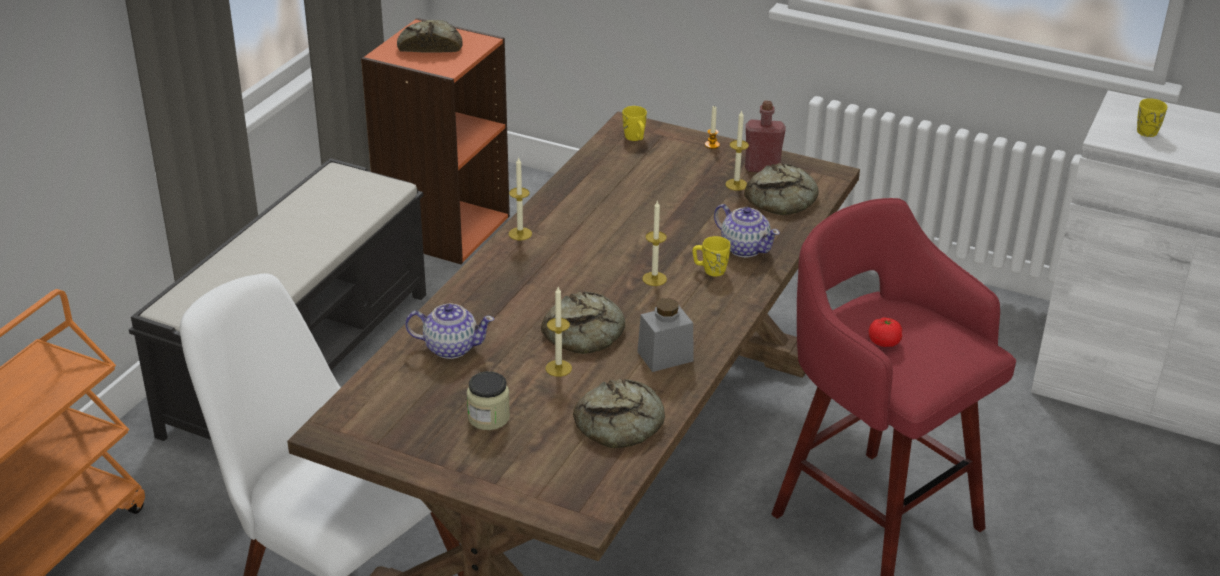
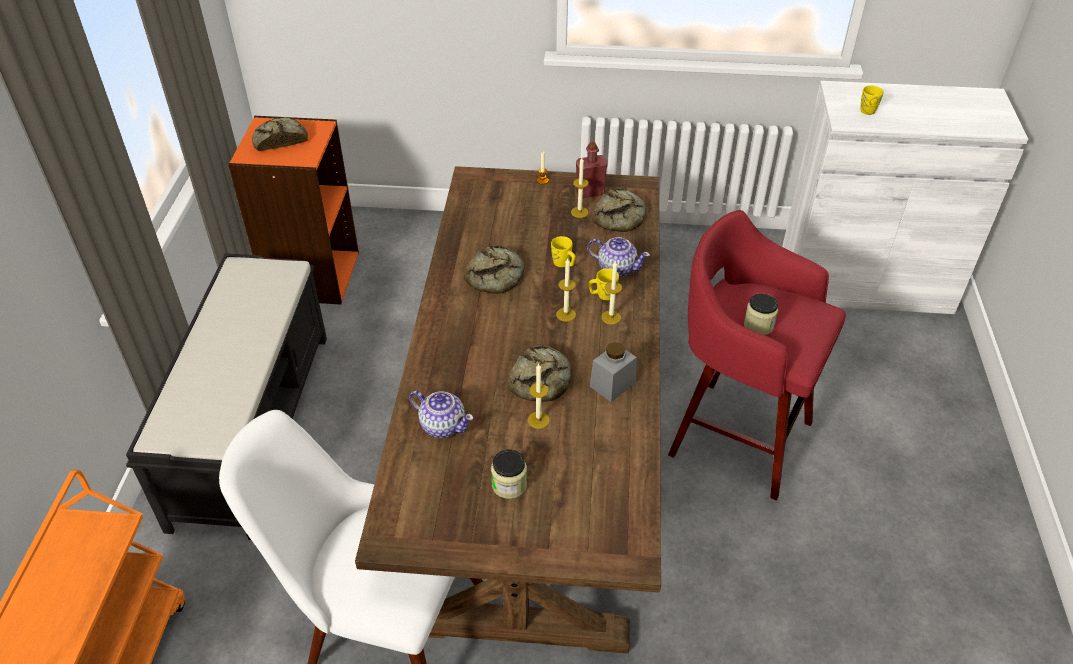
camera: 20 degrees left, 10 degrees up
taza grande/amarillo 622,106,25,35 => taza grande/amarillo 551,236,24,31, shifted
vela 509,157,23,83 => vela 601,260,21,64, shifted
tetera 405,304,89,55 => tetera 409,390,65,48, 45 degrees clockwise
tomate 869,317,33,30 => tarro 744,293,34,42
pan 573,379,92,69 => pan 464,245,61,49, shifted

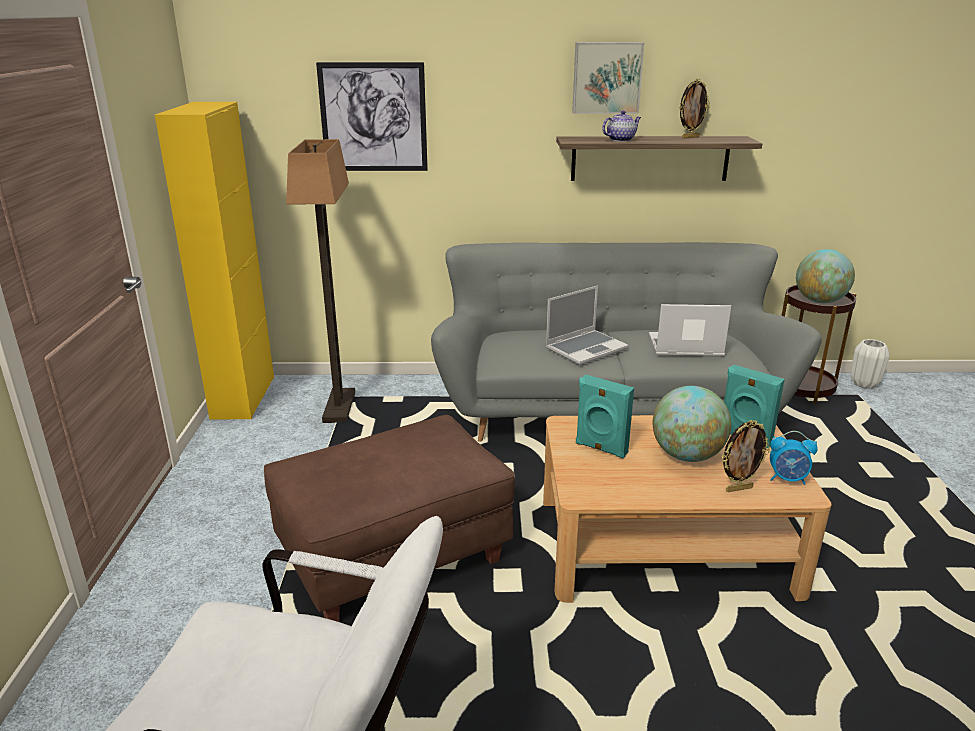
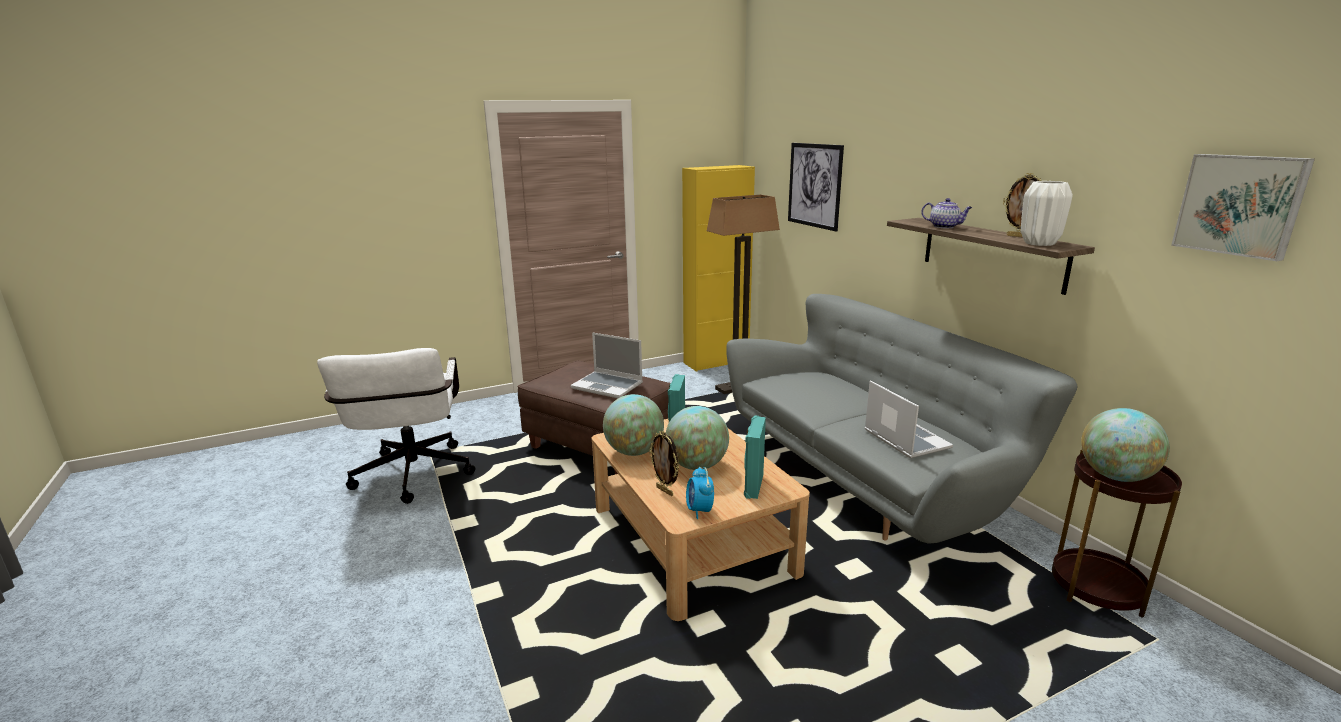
camera: 65 degrees right, 5 degrees down
cuadro 572,42,72,72 => cuadro 1171,154,144,107, shifted
portátil 546,285,83,80 => portátil 571,332,72,66, shifted
florero/blanco 851,339,38,50 => florero/blanco 1021,181,52,65, shifted
nothing => globo terráqueo 603,394,61,62

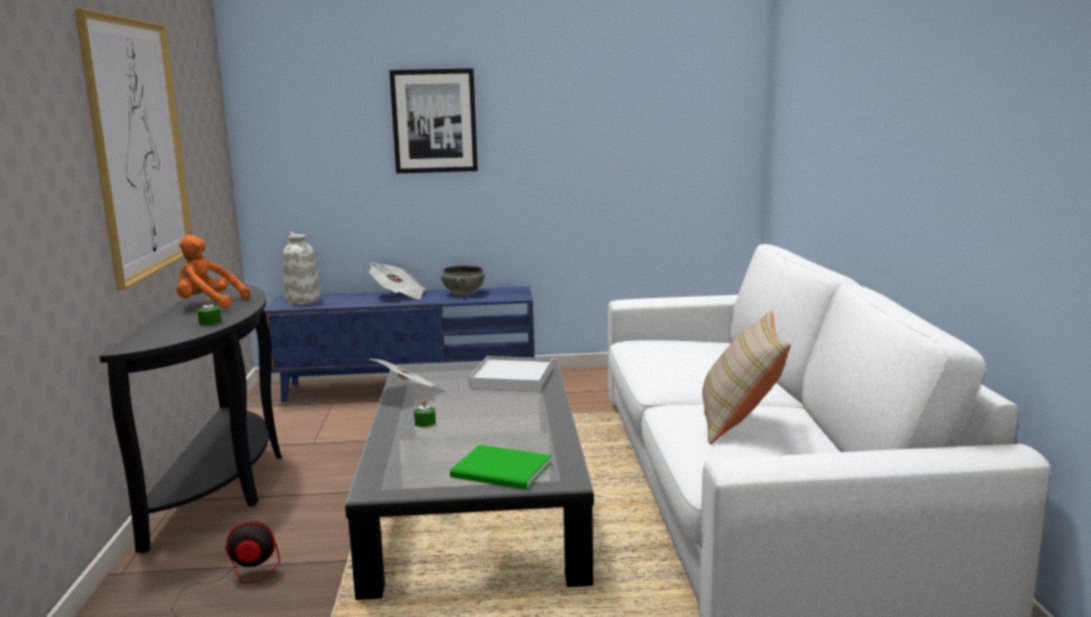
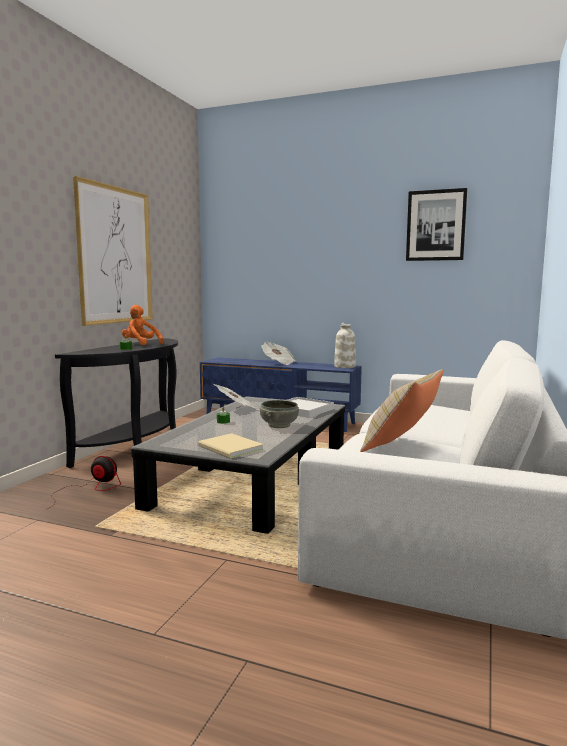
camera: 25 degrees right, 5 degrees down
cuadro 389,68,89,105 => cuadro 406,188,61,73, shifted
florero/blanco 283,232,37,73 => florero/blanco 334,323,22,45, shifted
cuenco/gris 441,266,44,30 => cuenco/gris 260,400,39,28, shifted
libro/verde 450,445,101,44 => libro/beis 198,433,66,25

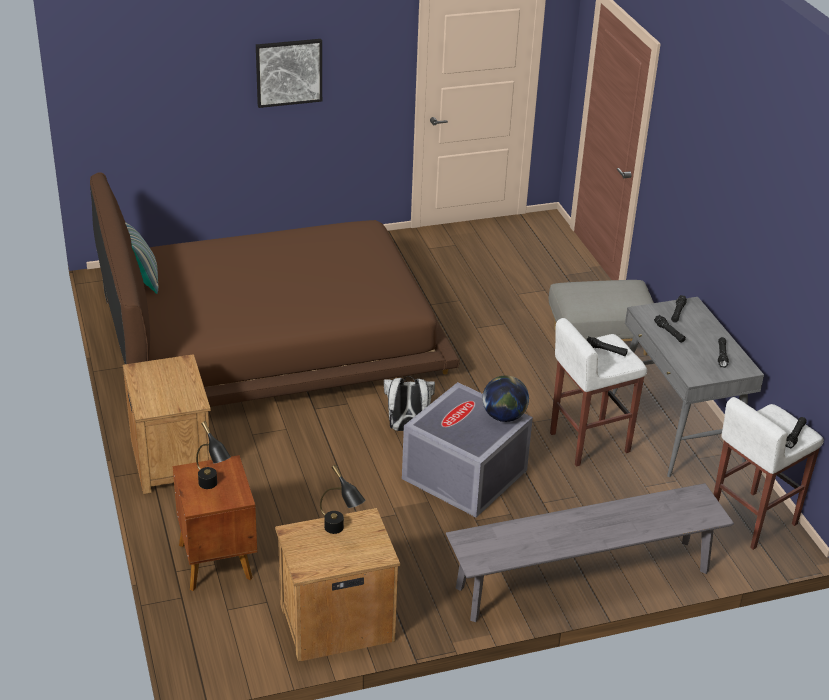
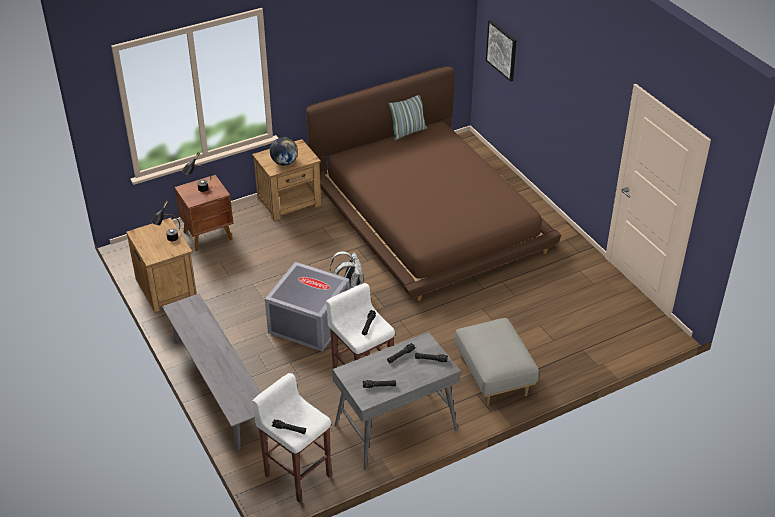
camera: 80 degrees right, 5 degrees up
cuadro 256,39,66,69 => cuadro 486,20,31,62, shifted
globo terráqueo 482,375,47,47 => globo terráqueo 270,137,28,28, shifted

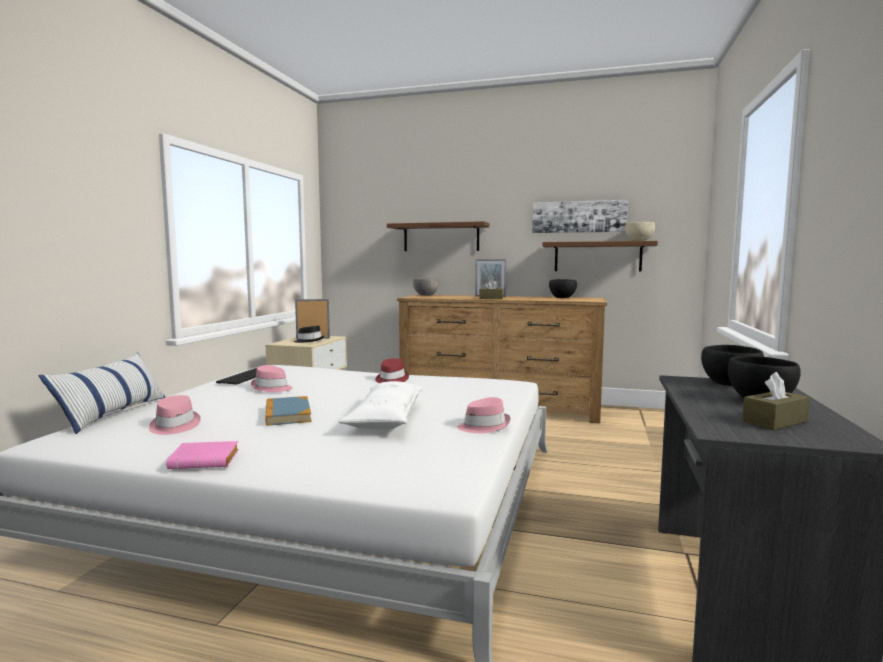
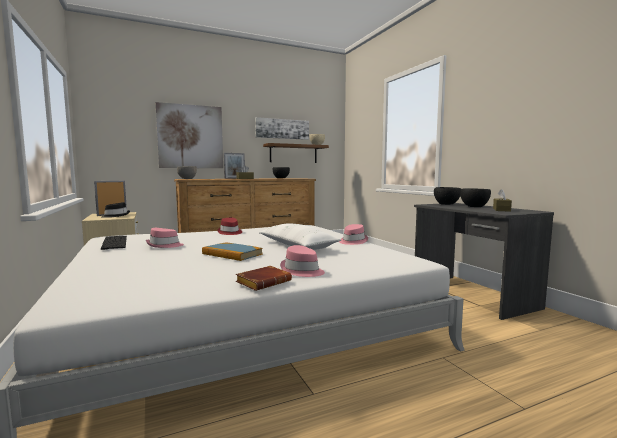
camera: 40 degrees left, 0 degrees up
estante/marrón 387,221,102,30 => cuadro 156,102,67,66
cojín 39,353,126,81 => nothing
sombrero/rosa 149,395,52,40 => sombrero/rosa 280,245,45,32, shifted
libro/rosa 166,441,73,28 => libro/marrón 236,266,56,25

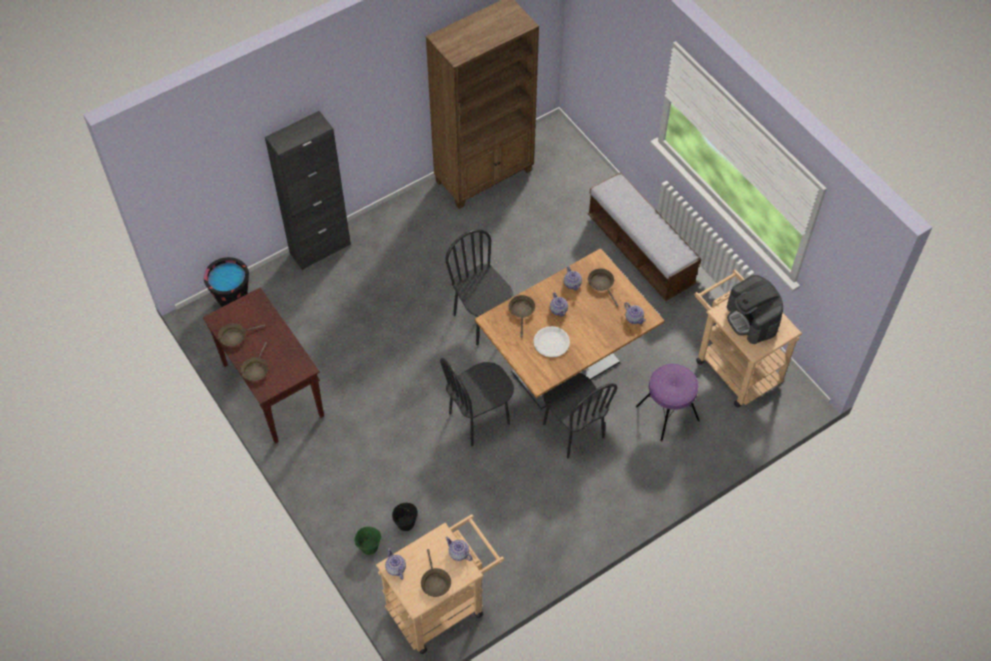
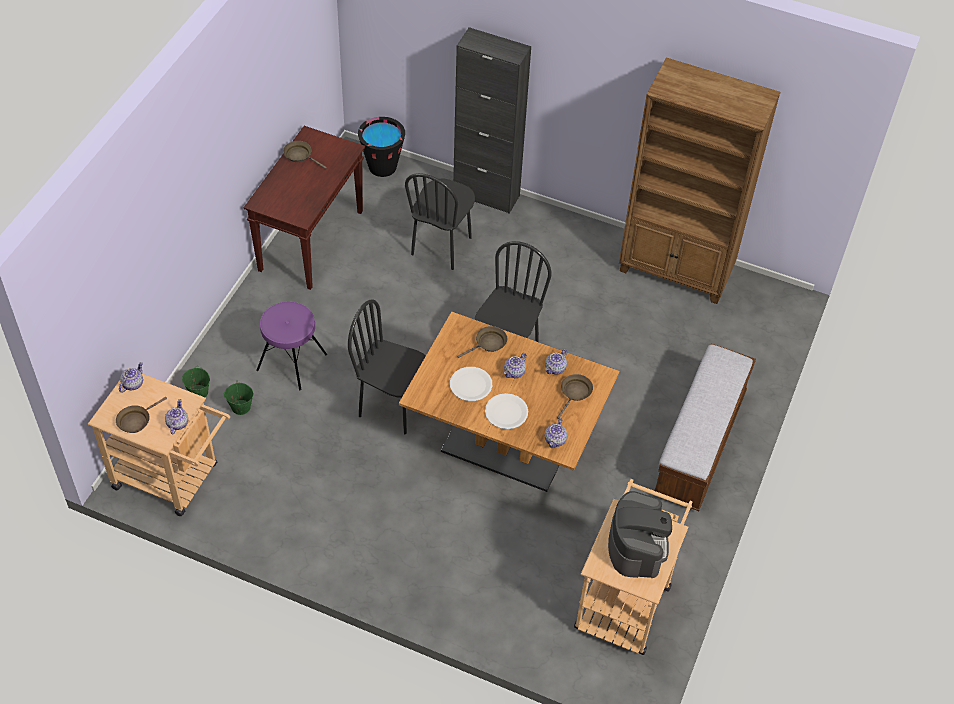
camera: 55 degrees right, 5 degrees down
cafetera 727,275,56,69 => cafetera 608,491,64,87, 150 degrees clockwise
sartén/marrón 241,342,27,39 => nothing
taburete/morado 636,364,64,77 => taburete/morado 256,301,71,89, shifted
silla/negro 543,373,74,86 => silla/negro 405,173,70,97, shifted
cubo/negro 392,503,26,28 => cubo/verde 224,381,30,34
nothing => plato/blanco 485,393,43,36

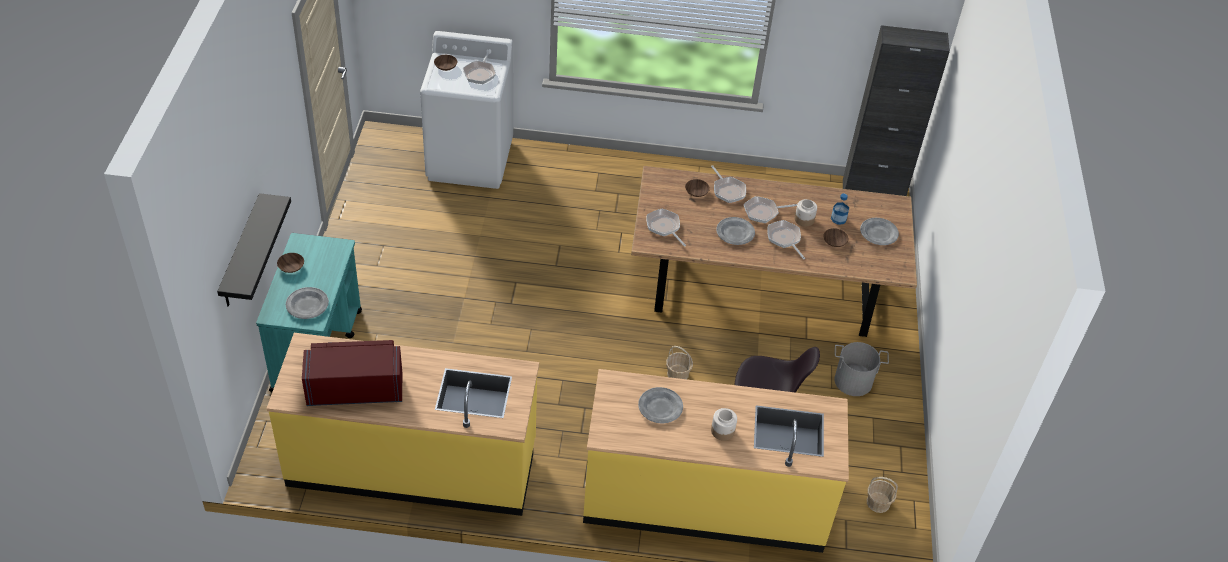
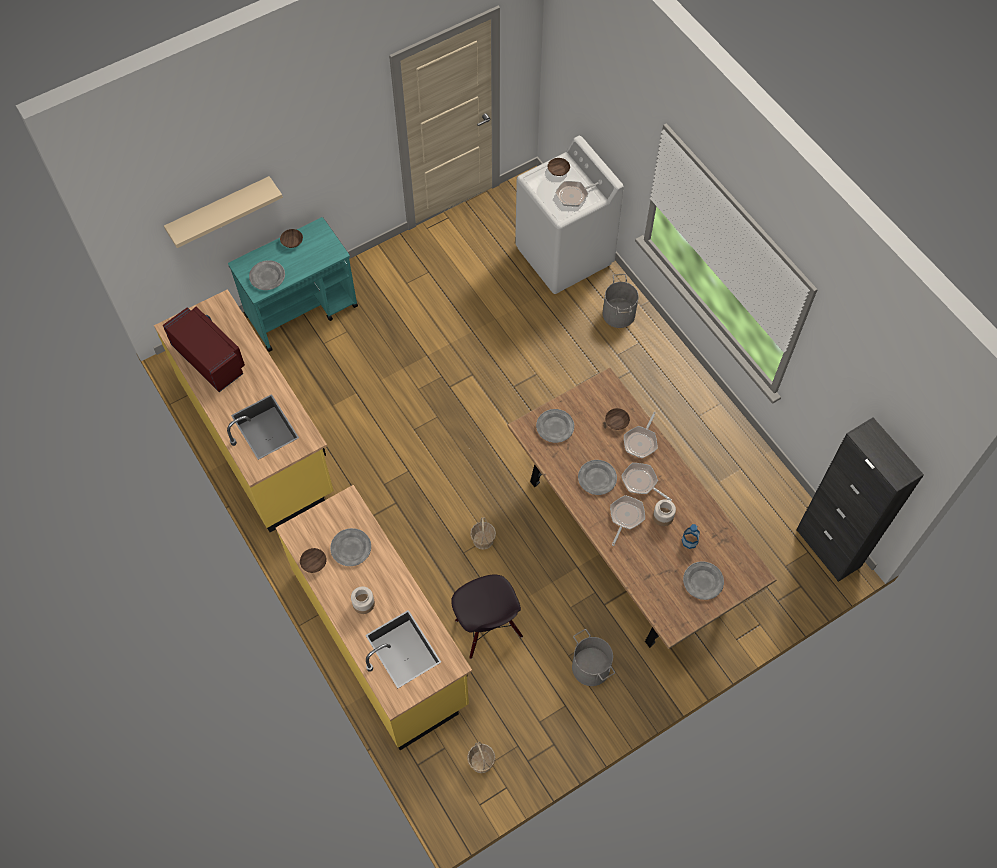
camera: 55 degrees right, 15 degrees up
estante/negro 217,193,74,114 => estante/beis 164,176,119,72
sartén 646,209,40,37 => plato/gris 536,409,38,34
cuenco/marrón 823,228,25,19 => cuenco/marrón 300,548,26,25, shifted
nothing => cubo/gris 603,274,36,54

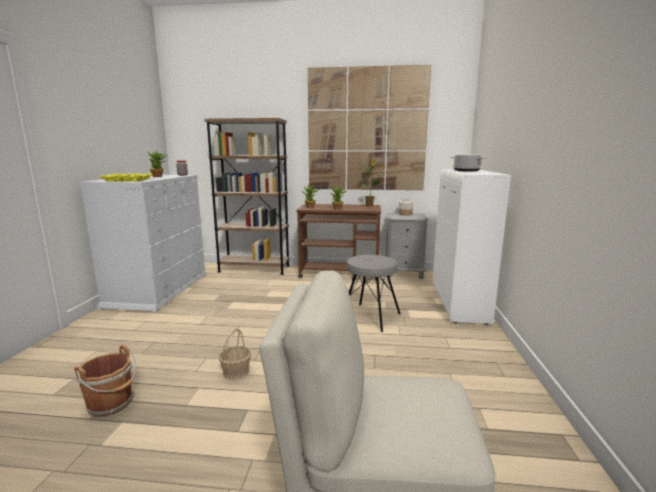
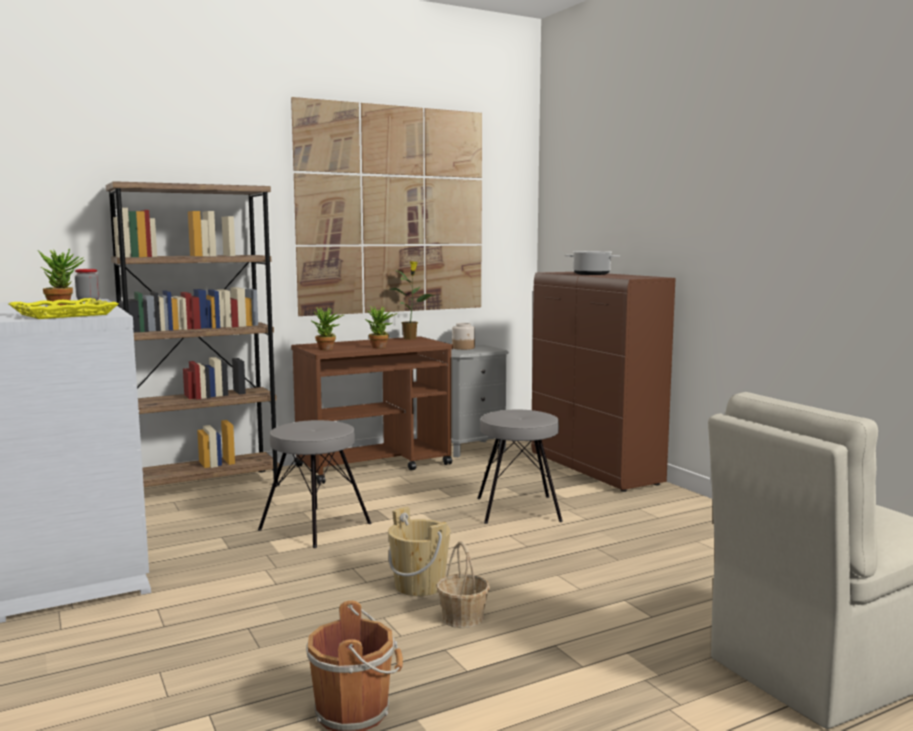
camera: 35 degrees left, 5 degrees down
armario/blanco 433,169,78,156 => armario/marrón 531,272,145,220
nothing => taburete/gris 258,420,114,128
nothing => cubo/beis 388,507,63,89

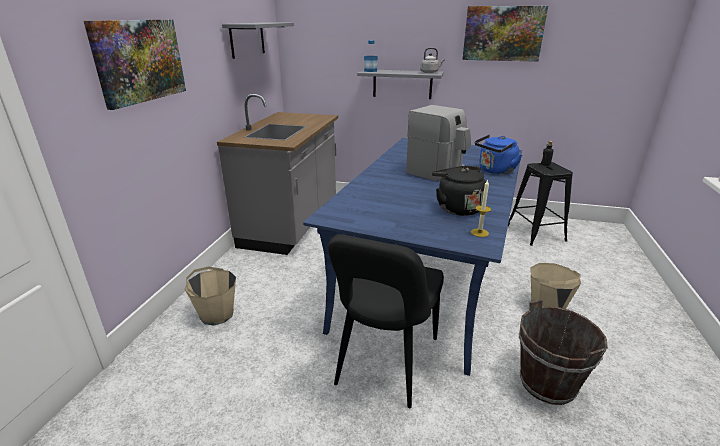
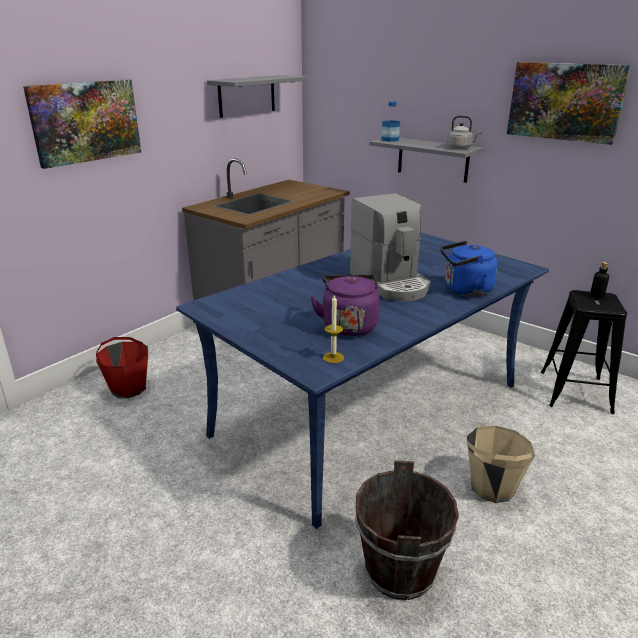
camera: 25 degrees right, 0 degrees up
hervidor/negro 432,166,54,50 => hervidor/morado 310,275,70,61
silla/negro 328,234,116,174 => nothing
cubo/beis 185,267,51,58 => cubo/rojo 96,337,52,61

